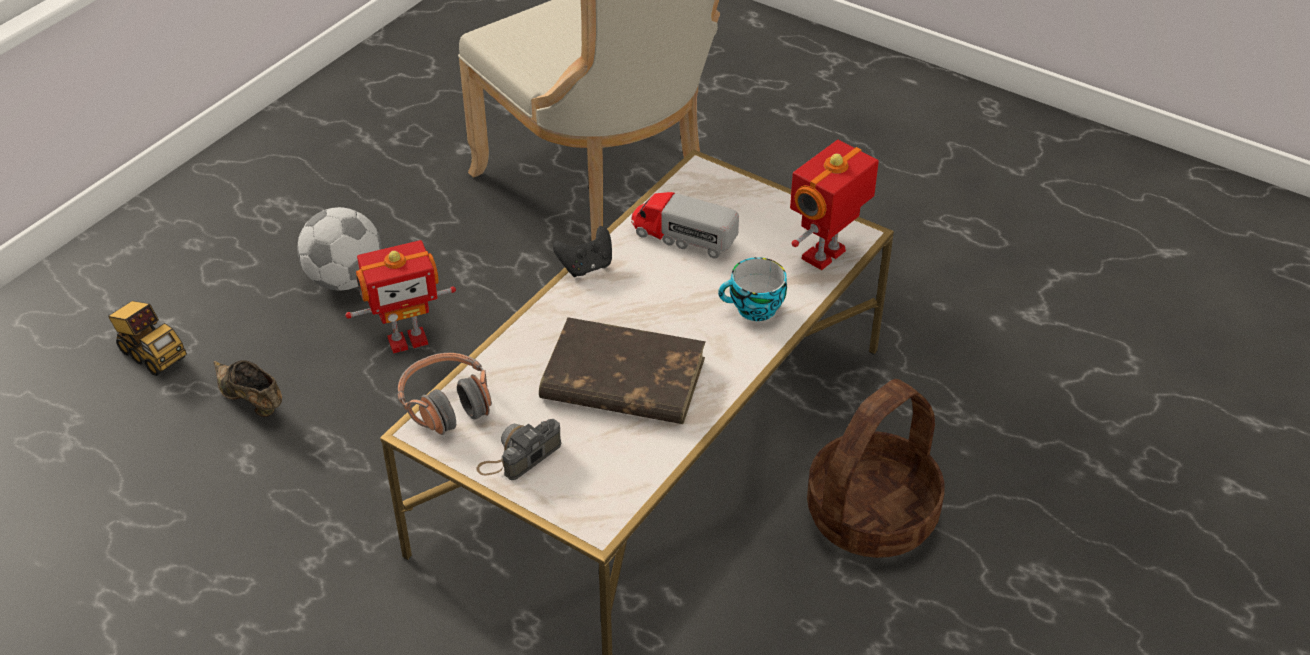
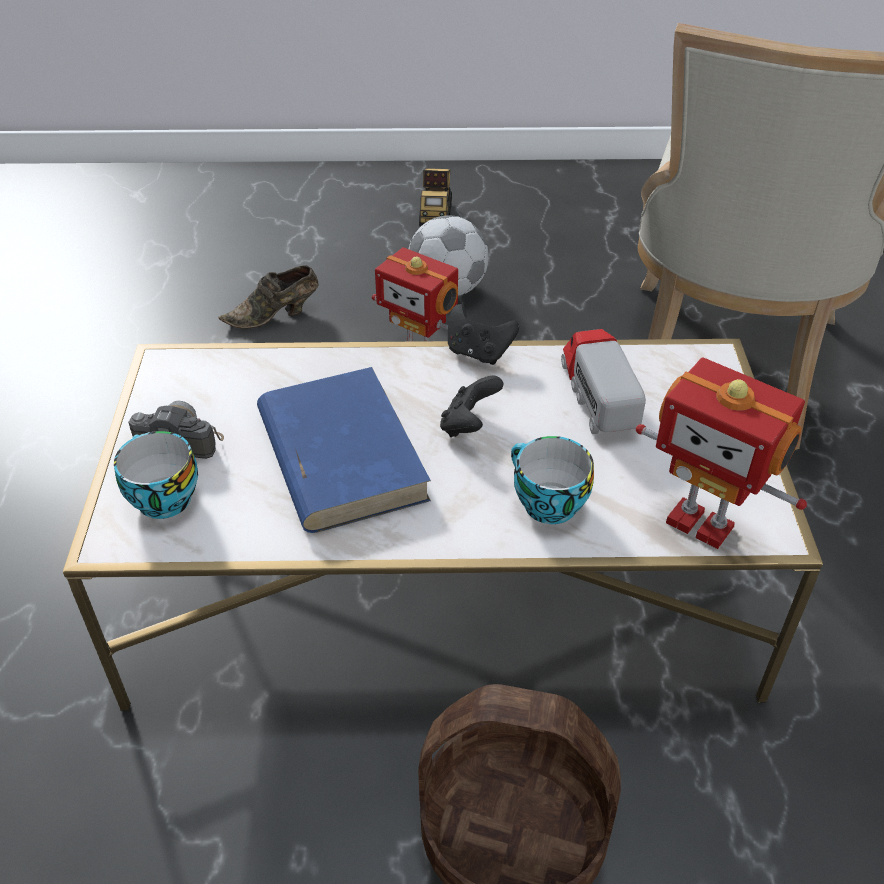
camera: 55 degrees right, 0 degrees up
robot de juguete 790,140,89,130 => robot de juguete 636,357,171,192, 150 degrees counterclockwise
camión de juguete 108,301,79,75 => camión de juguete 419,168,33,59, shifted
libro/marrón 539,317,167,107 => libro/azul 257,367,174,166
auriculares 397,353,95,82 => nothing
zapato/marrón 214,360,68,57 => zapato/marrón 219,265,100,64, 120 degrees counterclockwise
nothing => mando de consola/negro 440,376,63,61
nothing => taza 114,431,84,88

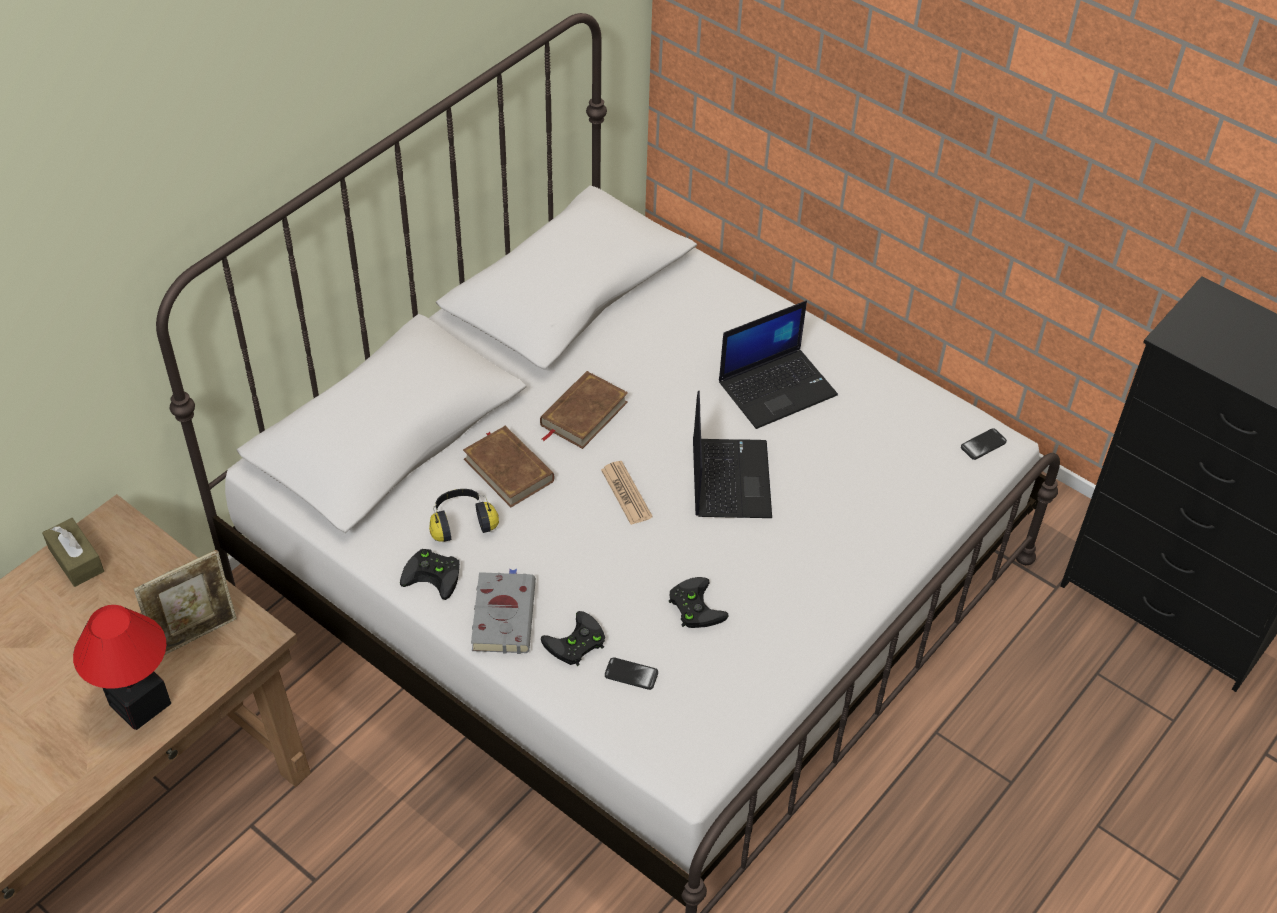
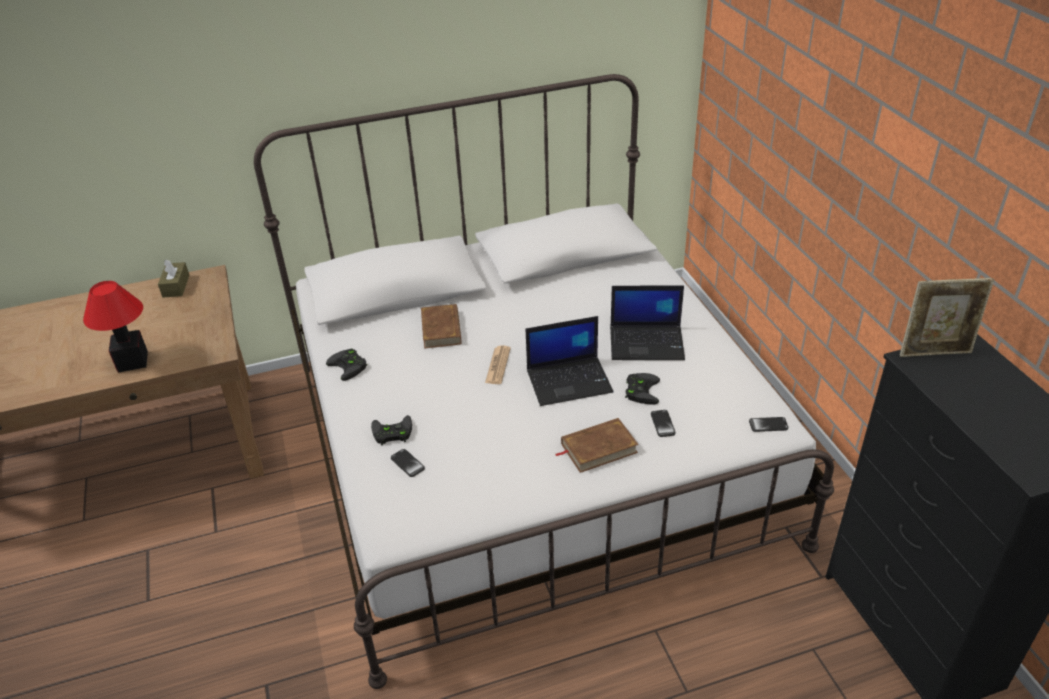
camera: 35 degrees right, 10 degrees down
libro/marrón 540,371,88,78 => libro/marrón 556,418,82,55, shifted
portátil 693,390,79,128 => portátil 526,316,87,90, 45 degrees clockwise
auriculares 429,489,70,53 => nothing
portarretratos 134,550,103,105 => portarretratos 900,278,94,79, shifted
libro/gris 471,569,65,85 => nothing
mando de consola/negro 669,577,60,51 => mando de consola/negro 625,373,35,32, shifted
nothing => móvil 651,410,25,27

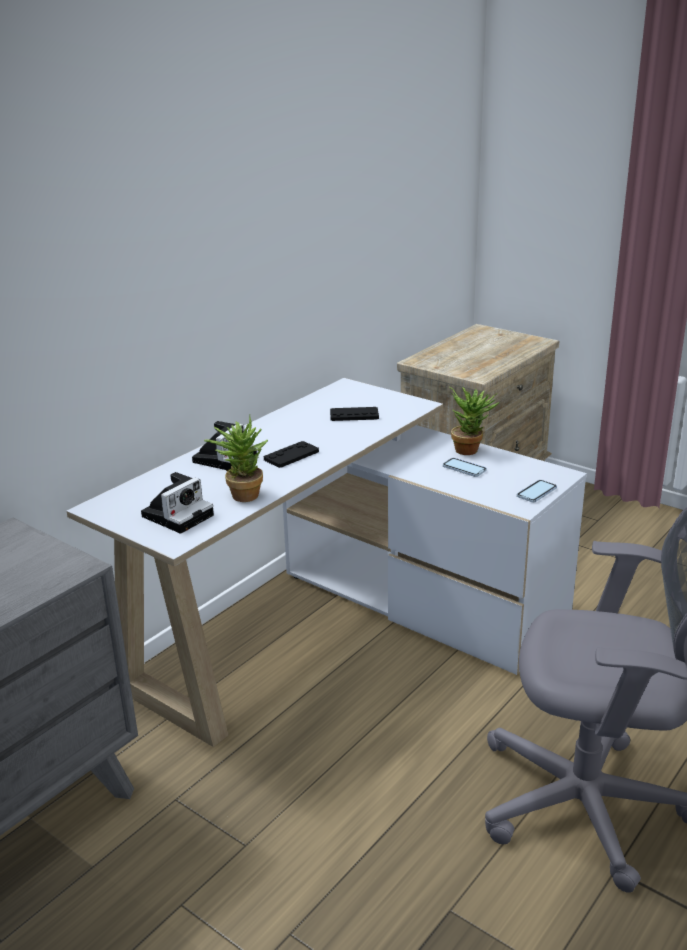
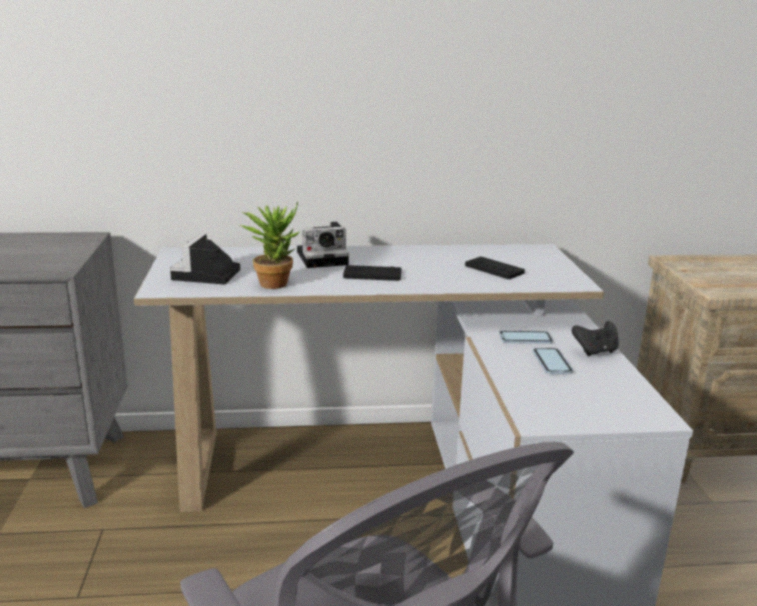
camera: 45 degrees right, 5 degrees down
planta en maceta 449,386,51,69 => mando de consola/negro 572,321,47,35
cámara 141,472,73,62 => cámara 170,234,71,51, 105 degrees clockwise
móvil 517,480,40,22 => móvil 499,331,54,13, shifted

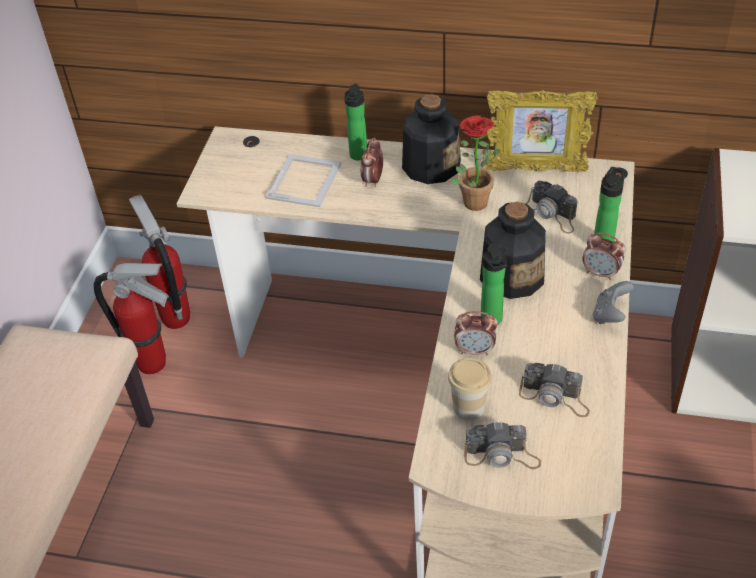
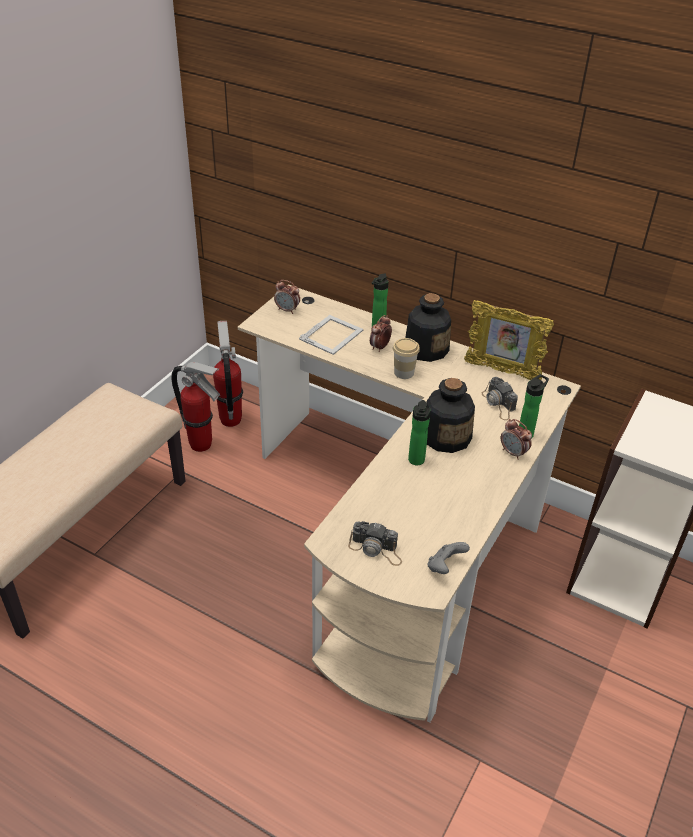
camera: 15 degrees right, 5 degrees down
planta en maceta 451,115,50,96 => nothing
mando de consola/gris 593,281,41,43 => mando de consola/gris 427,542,43,32, shifted
despertador 454,311,44,44 => despertador 274,280,26,34, shifted
taza 448,358,44,62 => taza 393,338,27,41, shifted
cámara 519,363,71,54 => nothing

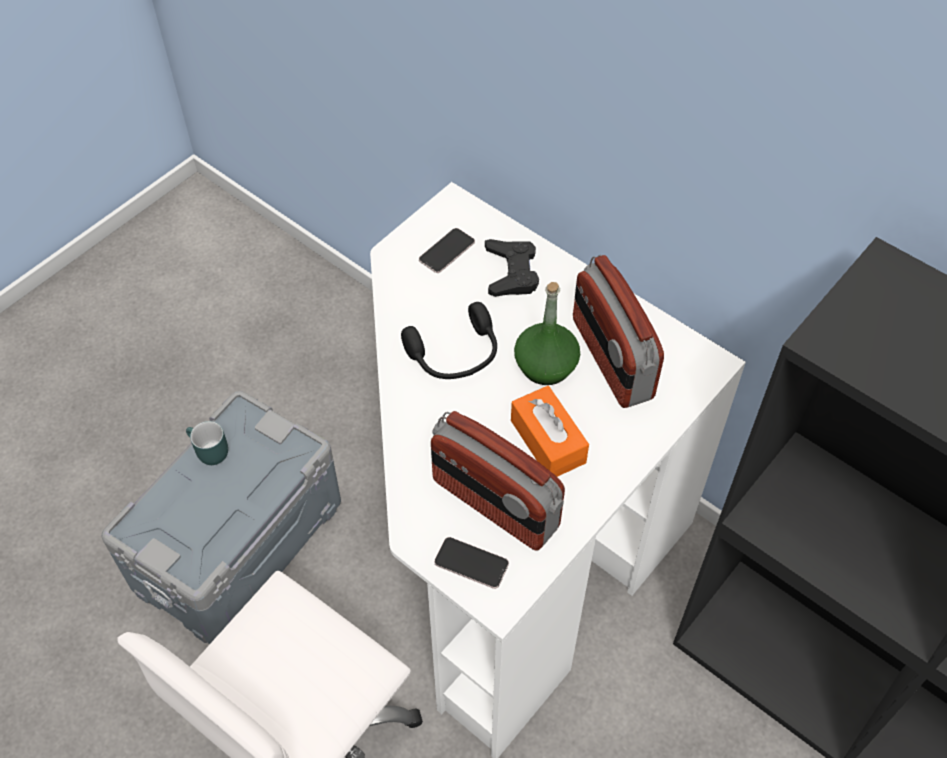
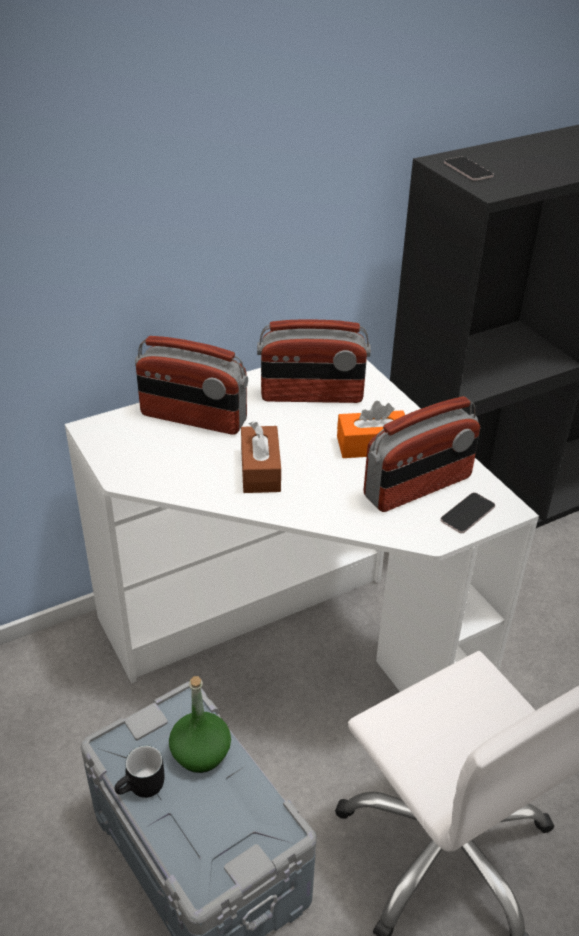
camera: 70 degrees left, 15 degrees down
móvil 419,228,56,45 => móvil 444,157,50,24, shifted
mando de consola/negro 485,239,54,58 => radio 135,336,113,99
botella/verde 514,282,66,103 => botella/verde 169,676,62,97, shifted
auriculares/negro 401,302,96,77 => caja de pañuelos/marrón 241,421,40,72
taza grande/turquesa 186,421,42,44 => taza grande/negro 115,745,50,53

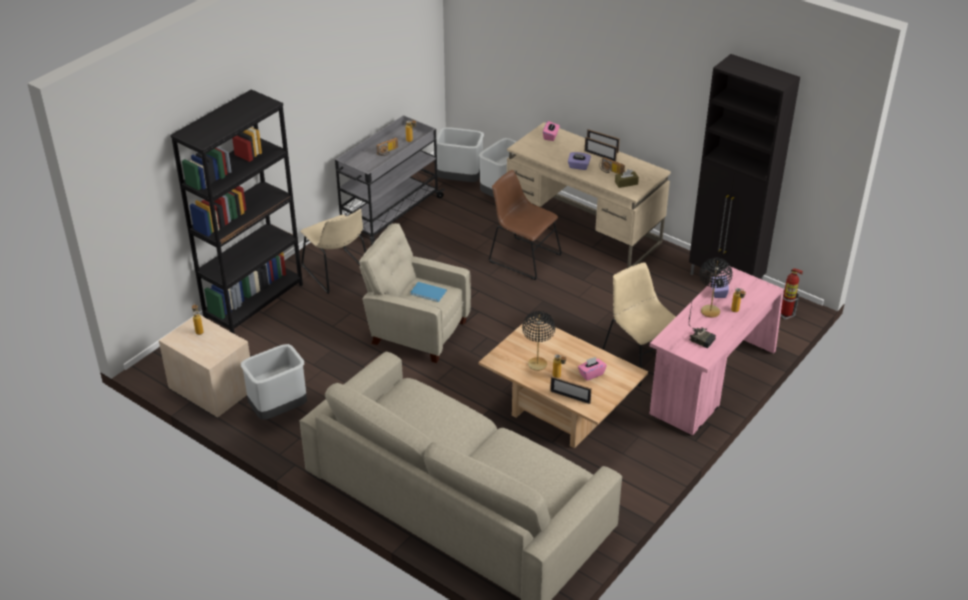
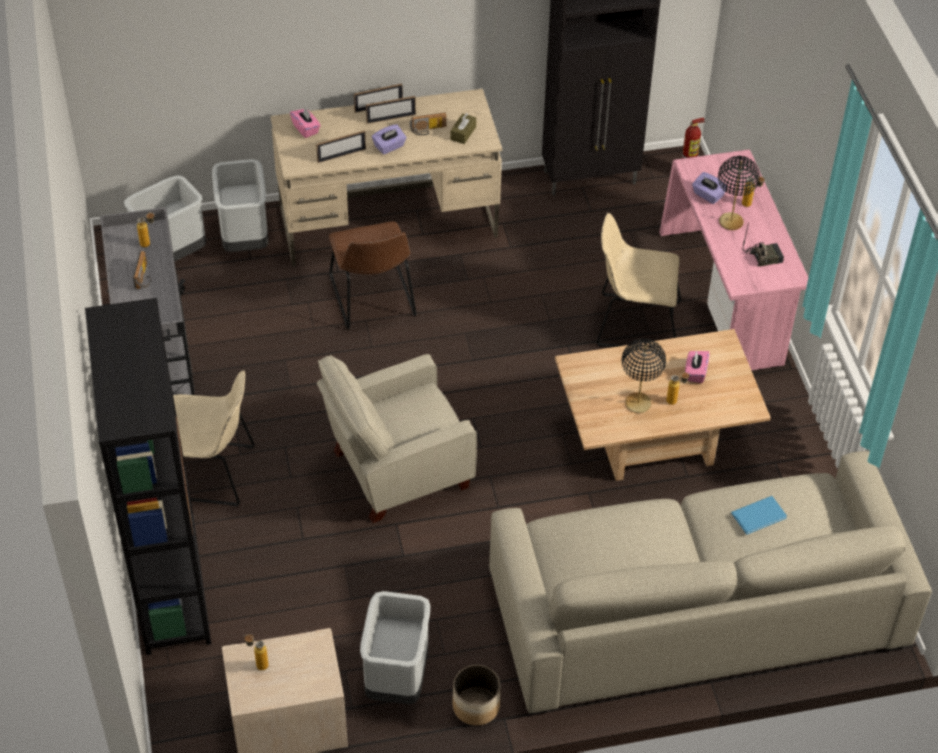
camera: 50 degrees left, 10 degrees up
silla/marrón 489,170,73,110 => silla/marrón 329,221,88,109, 90 degrees counterclockwise
libro/azul 410,282,37,20 => libro/azul 731,496,56,39, shifted
portarretratos 550,376,42,28 => portarretratos 316,130,50,33, shifted
nothing => maceta 453,665,48,61

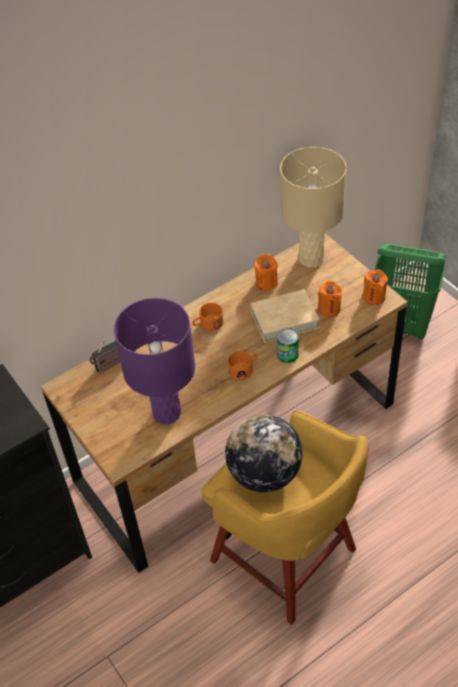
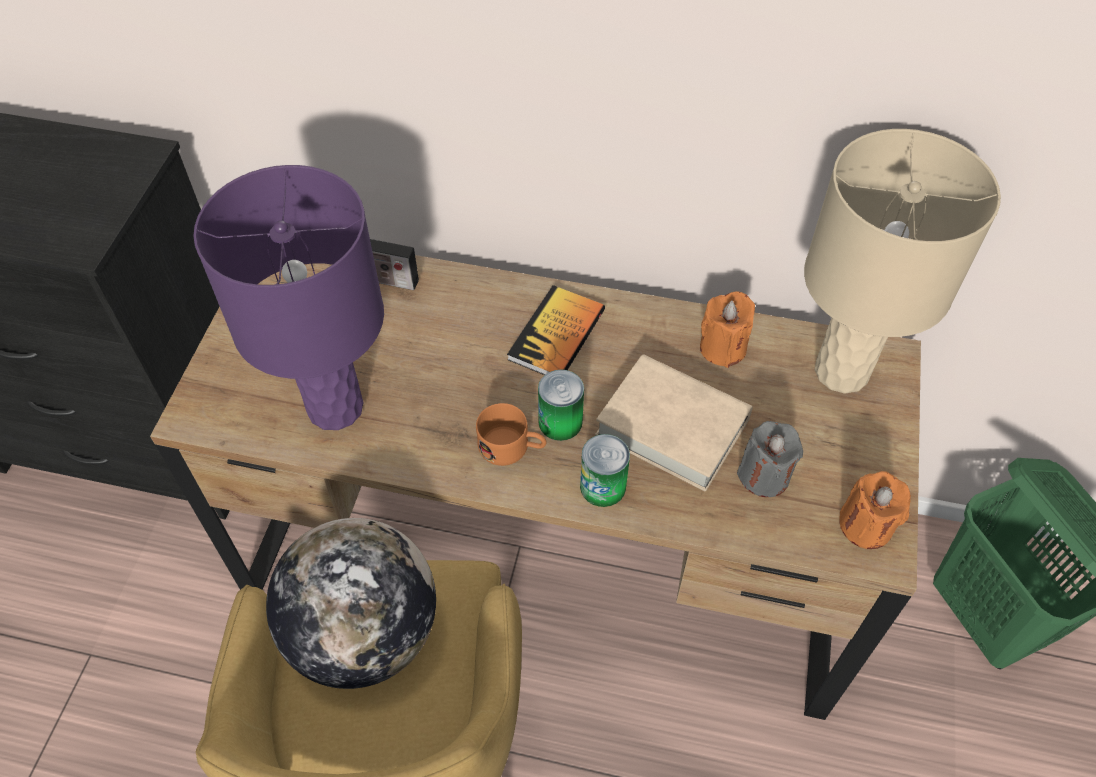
camera: 45 degrees right, 5 degrees up
vela/naranja 318,281,24,36 => vela/gris 737,421,66,76
taza grande/naranja 192,303,31,28 => libro 507,285,98,90
nothing => lata 538,369,46,72

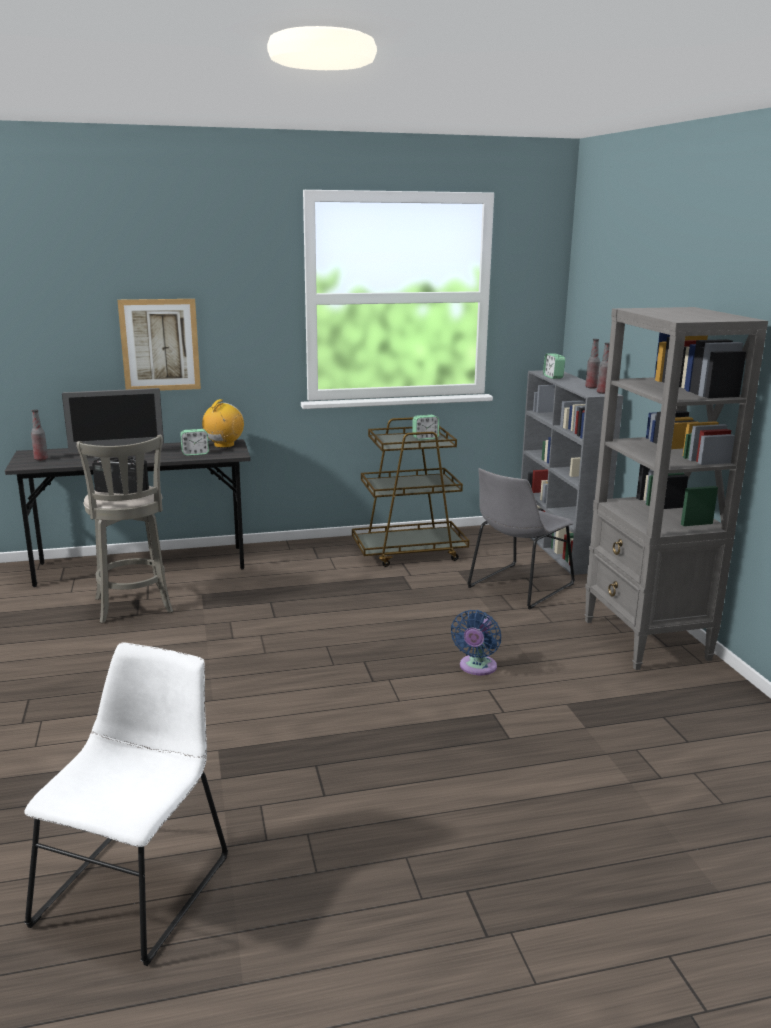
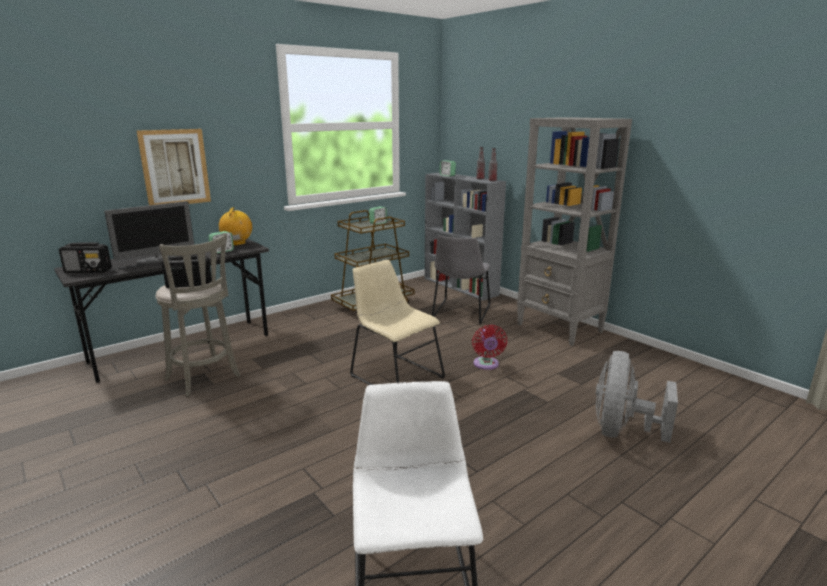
camera: 25 degrees left, 0 degrees up
botella 31,410,17,51 => radio 59,242,53,31
ventilador/azul 451,610,50,65 => ventilador/rojo 472,325,35,45
nothing => silla/beis 350,260,95,125
nothing => ventilador/gris 596,351,82,92

